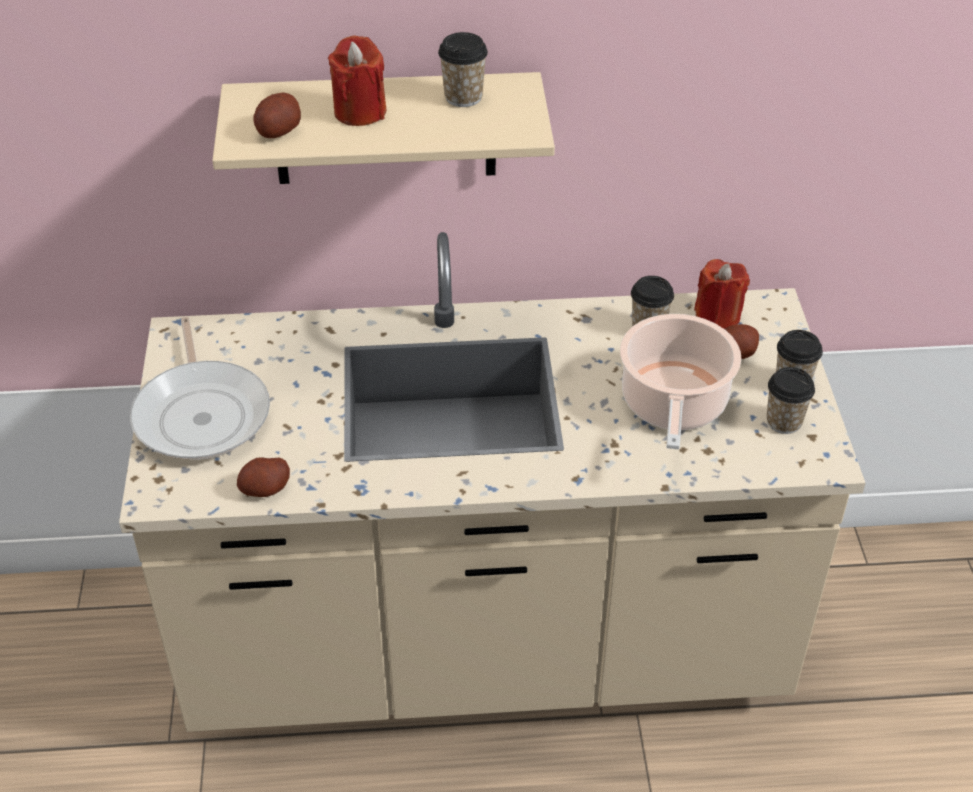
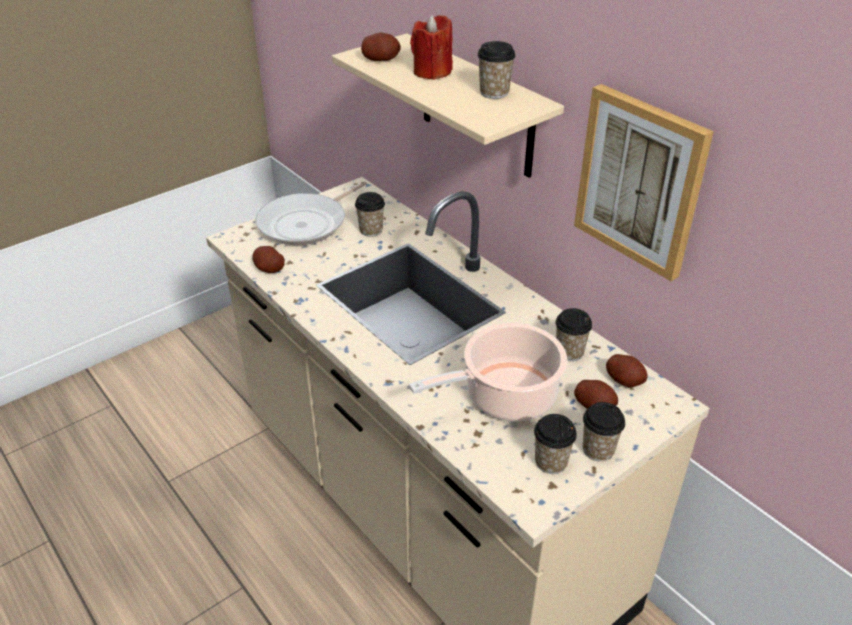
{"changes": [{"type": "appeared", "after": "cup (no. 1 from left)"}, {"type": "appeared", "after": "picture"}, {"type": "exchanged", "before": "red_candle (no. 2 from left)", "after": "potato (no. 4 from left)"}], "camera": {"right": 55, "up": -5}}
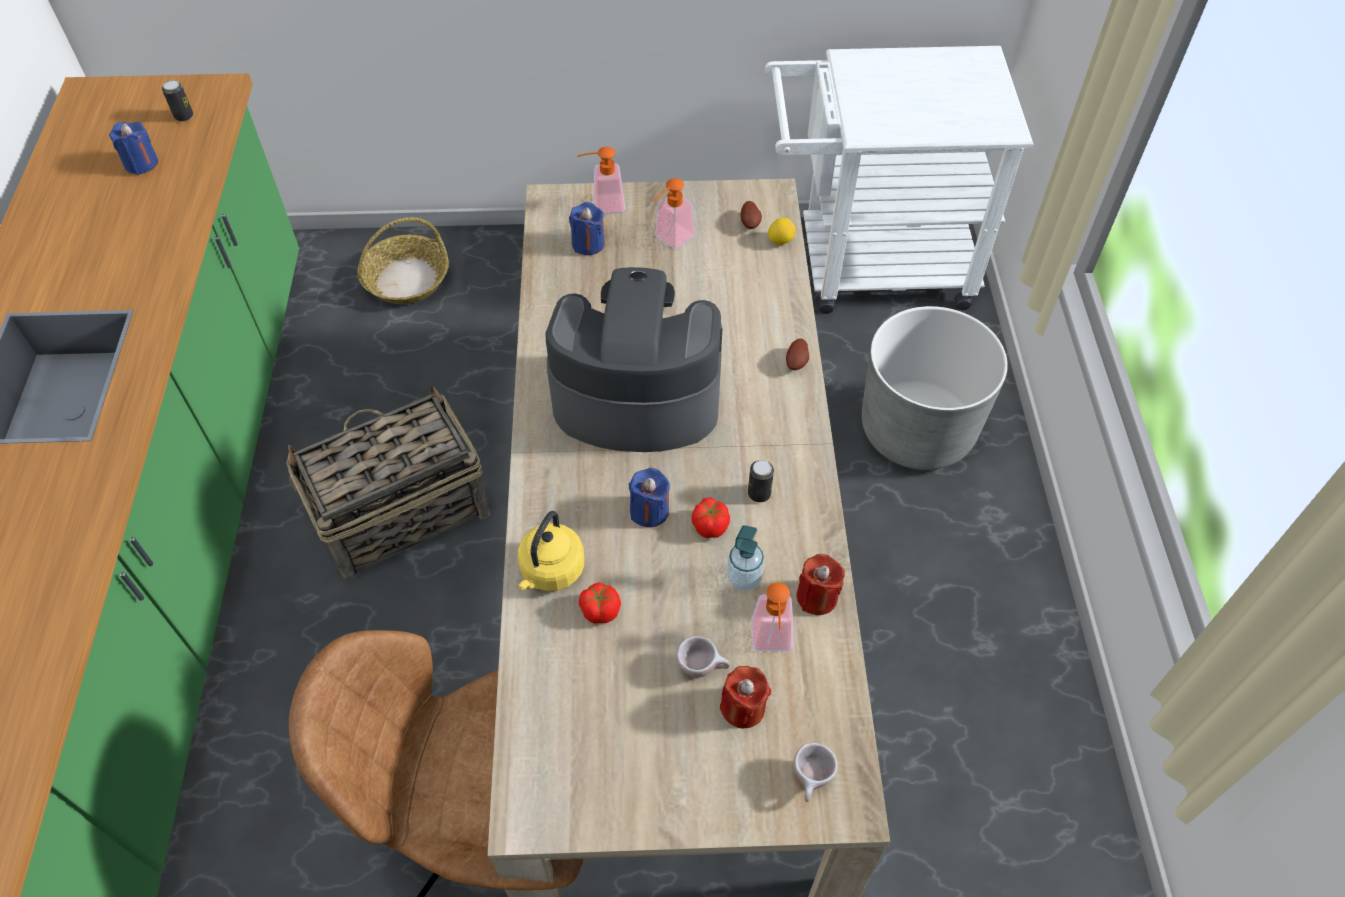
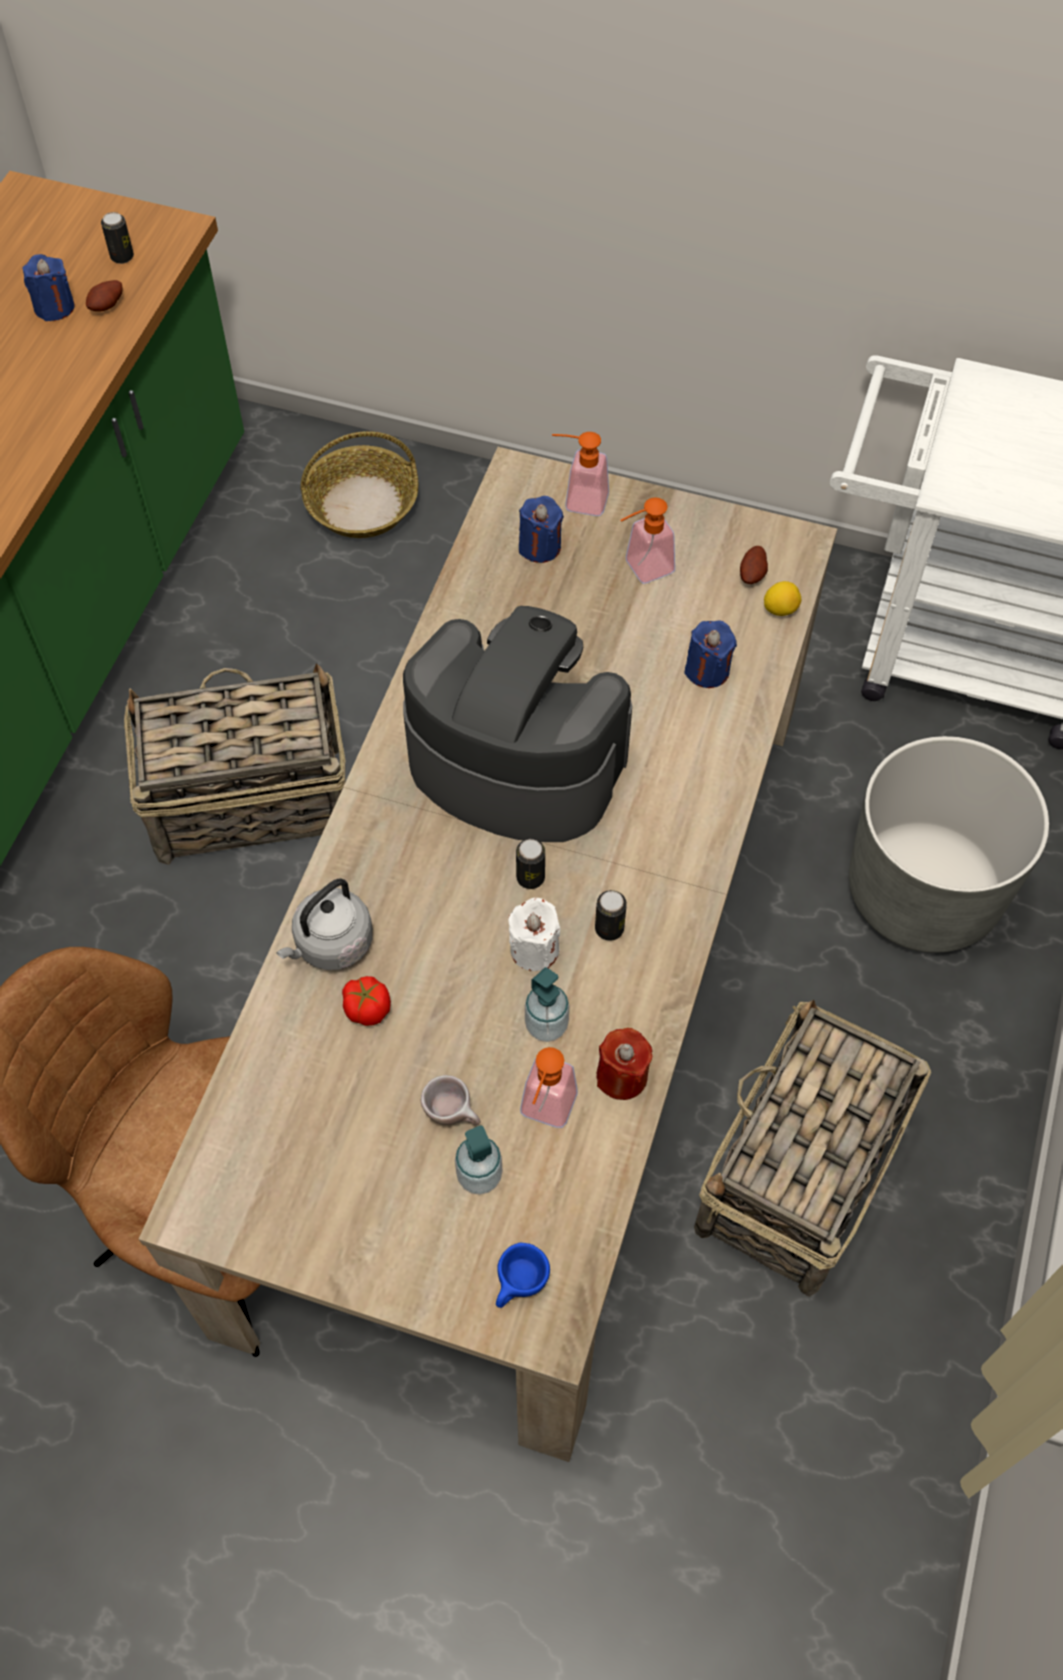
{"changes": [{"type": "appeared", "after": "can (no. 2 from left)"}, {"type": "appeared", "after": "basket (no. 3 from left)"}, {"type": "relocated", "before": "blue_candle (no. 3 from left)"}, {"type": "relocated", "before": "potato (no. 2 from left in the first image)", "after": "potato (no. 1 from left)"}, {"type": "exchanged", "before": "tomato (no. 2 from left)", "after": "white_candle"}, {"type": "exchanged", "before": "red_candle (no. 1 from left)", "after": "soap_dispenser (no. 1 from left)"}, {"type": "colour", "before": "yellow_kettle", "after": "grey_kettle"}, {"type": "colour", "before": "beige_cup (no. 2 from left)", "after": "blue_cup"}], "camera": {"right": 20, "up": 5}}
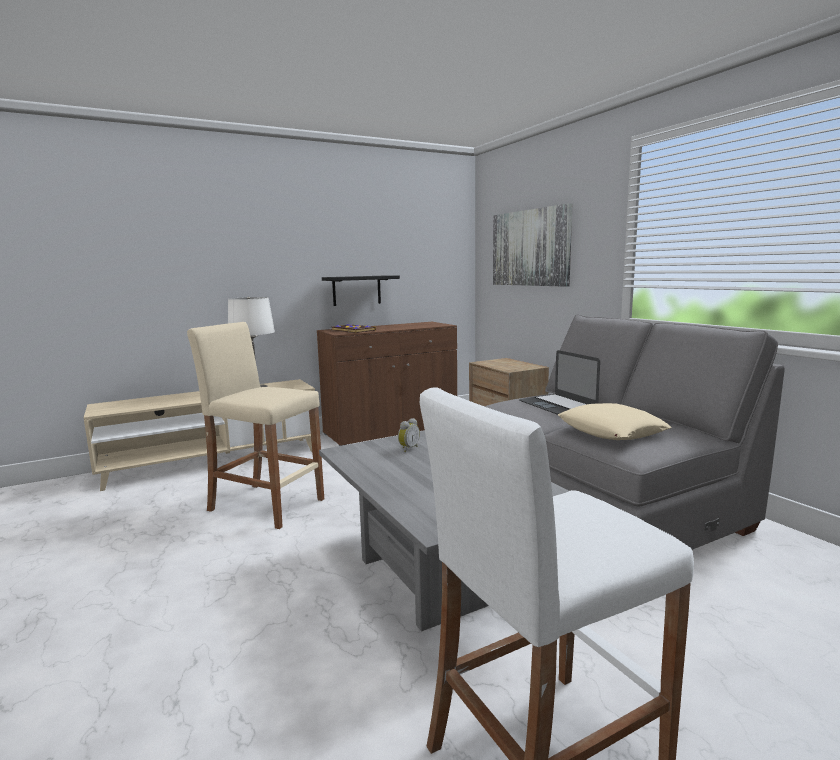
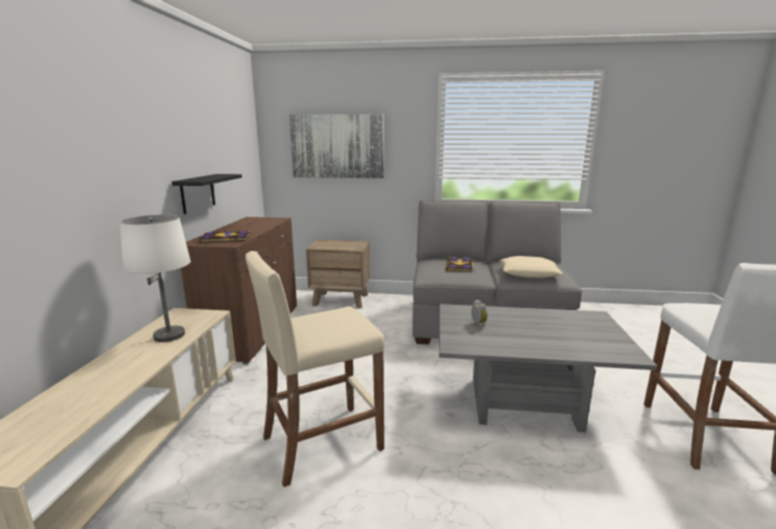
{"changes": [{"type": "exchanged", "before": "laptop", "after": "book (no. 2 from left)"}], "camera": {"right": -55, "up": 5}}
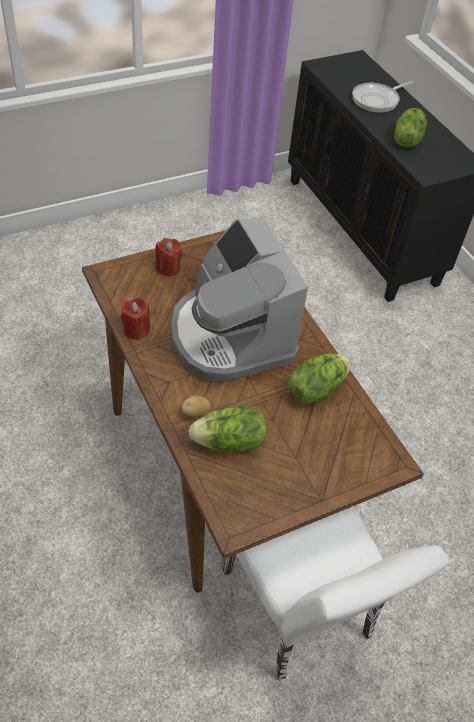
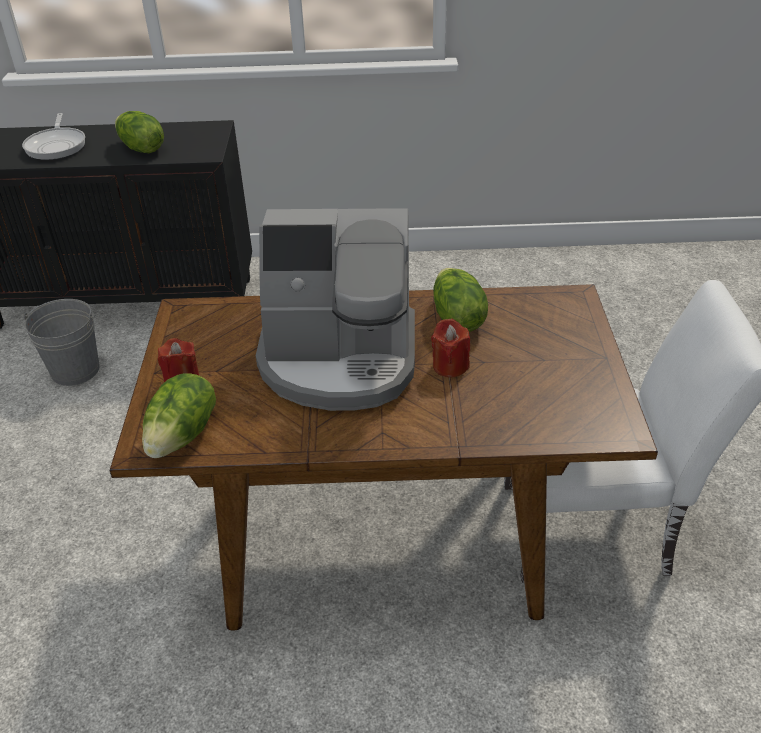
{"changes": [{"type": "missing", "before": "potato"}, {"type": "appeared", "after": "grey_bucket"}, {"type": "relocated", "before": "red_candle (no. 1 from left in the first image)", "after": "red_candle (no. 2 from left)"}, {"type": "relocated", "before": "lettuce (no. 1 from left in the first image)", "after": "lettuce (no. 2 from left)"}], "camera": {"right": -60, "up": -10}}
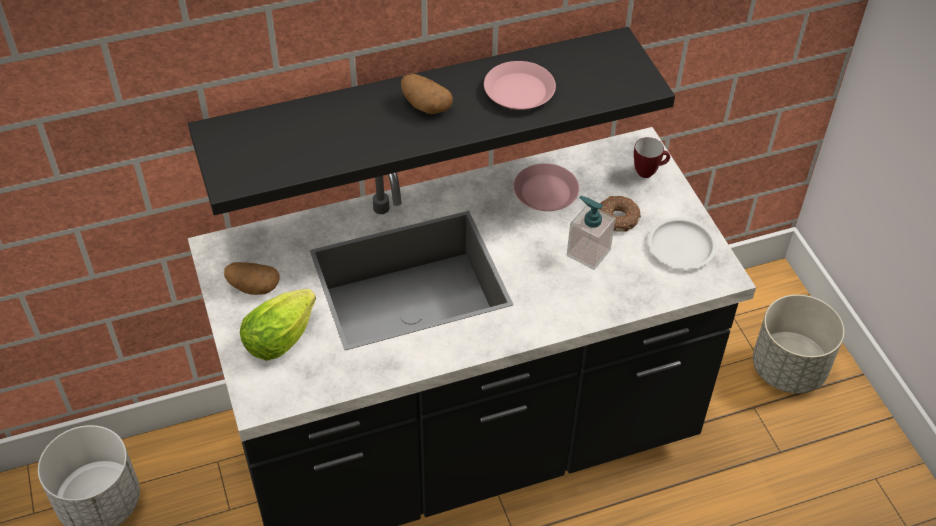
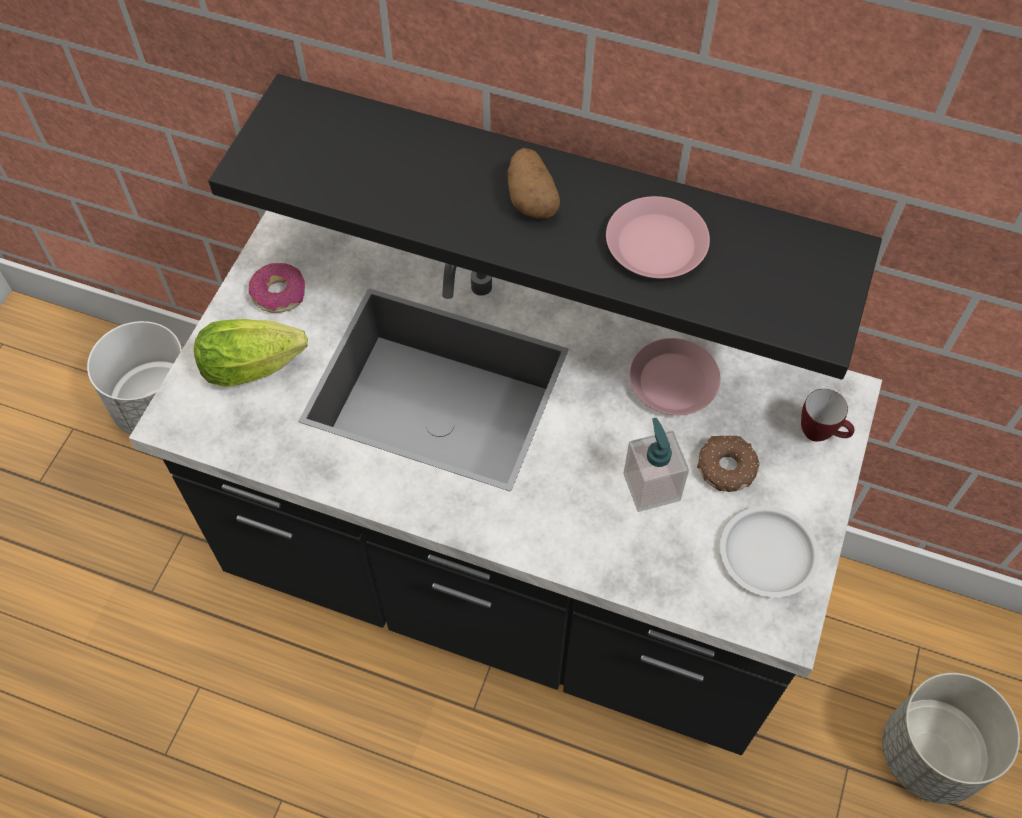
{"changes": [{"type": "exchanged", "before": "potato (no. 1 from left)", "after": "donut (no. 1 from left)"}], "camera": {"right": 40, "up": 10}}
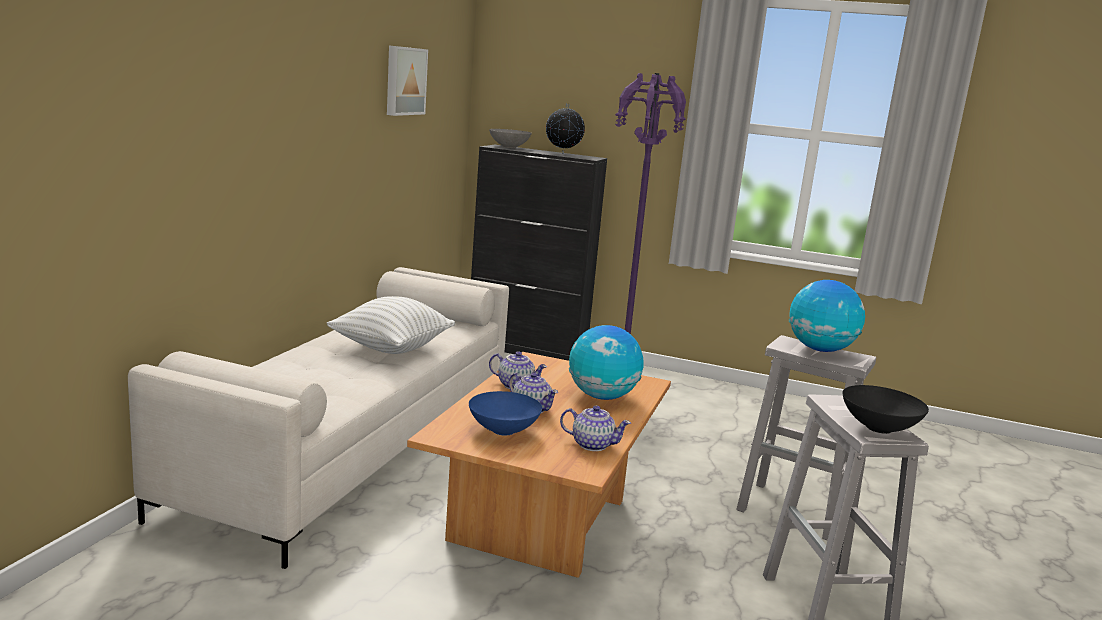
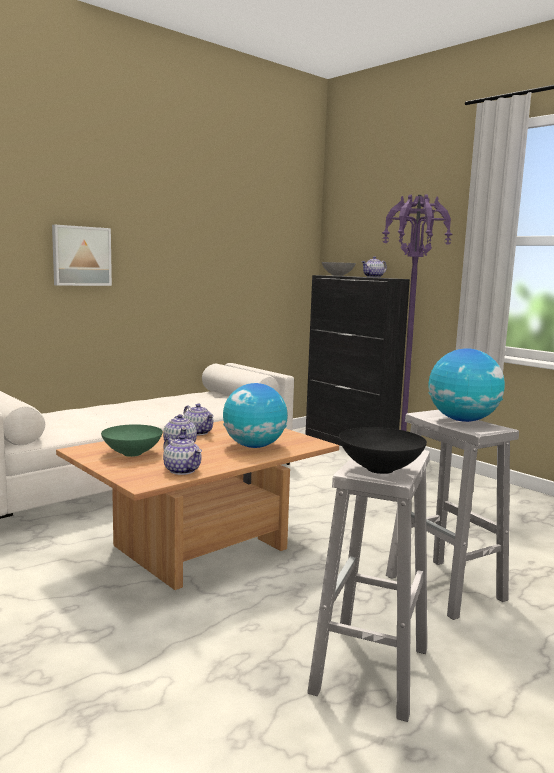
{"changes": [{"type": "missing", "before": "white_pillow"}, {"type": "relocated", "before": "picture"}, {"type": "exchanged", "before": "globe (no. 1 from left)", "after": "teapot (no. 4 from left)"}, {"type": "colour", "before": "blue_bowl", "after": "green_bowl"}], "camera": {"right": 30, "up": -5}}
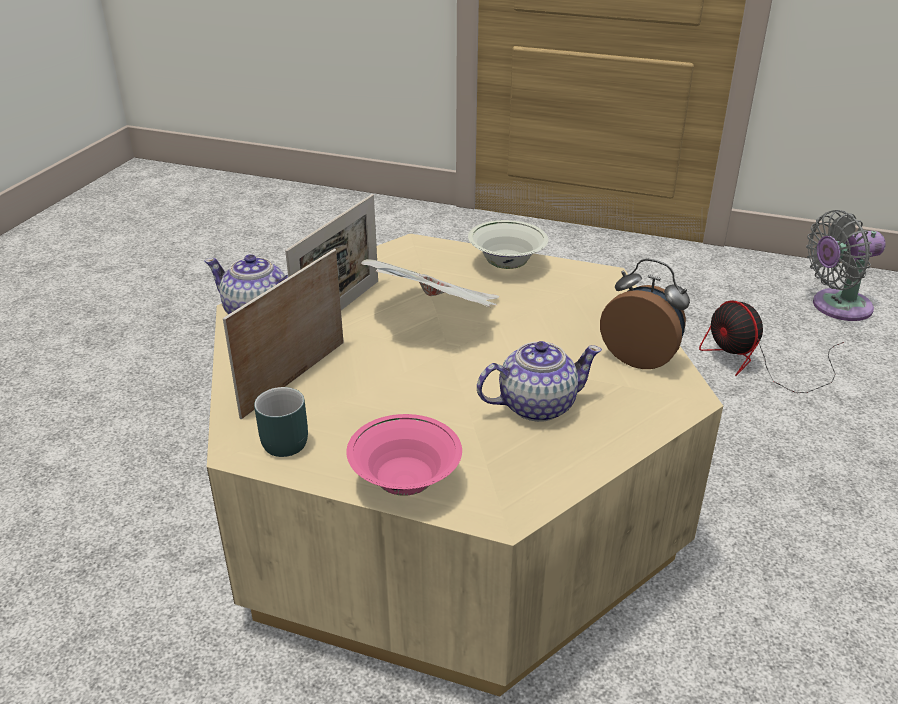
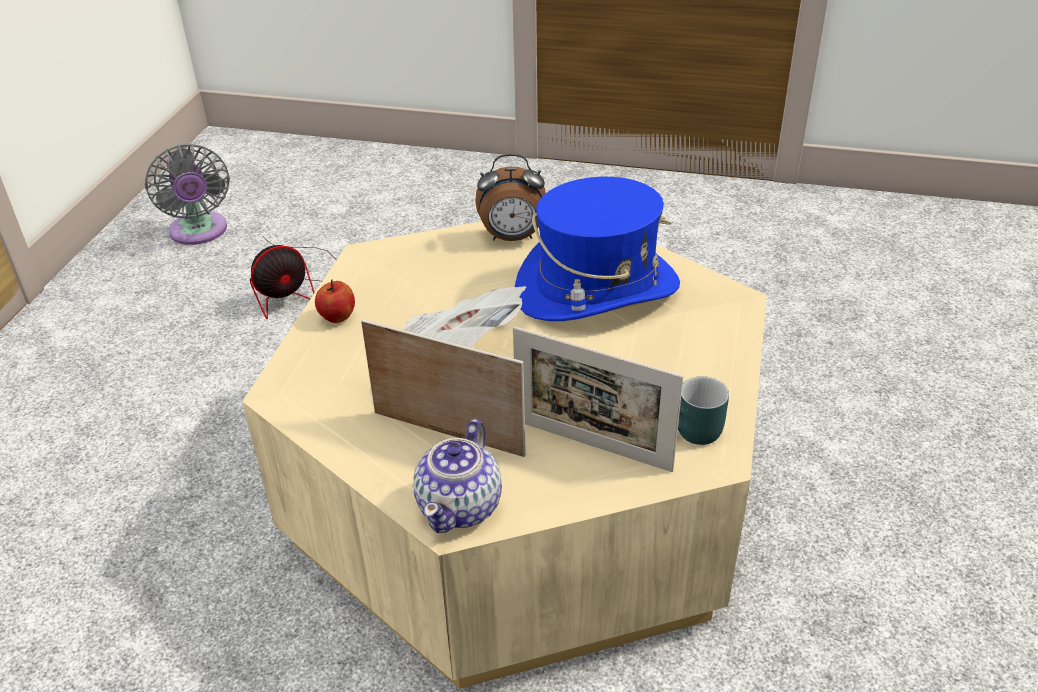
{"changes": [{"type": "missing", "before": "pink_bowl"}, {"type": "exchanged", "before": "white_bowl", "after": "apple"}, {"type": "exchanged", "before": "teapot (no. 2 from left)", "after": "blue_hat"}, {"type": "spun", "before": "alarm_clock", "turn": -120}], "camera": {"right": -95, "up": 5}}
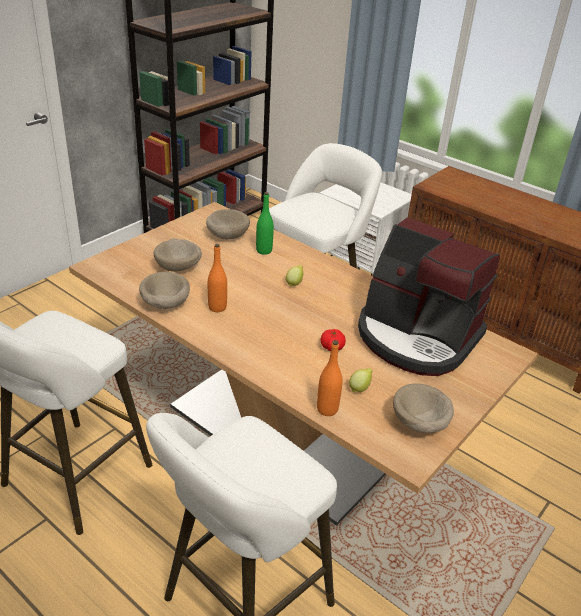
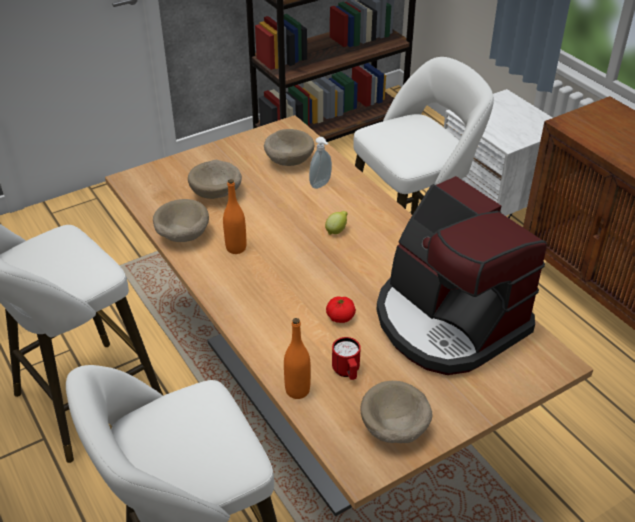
{"changes": [{"type": "exchanged", "before": "green_bottle", "after": "soap_dispenser"}, {"type": "exchanged", "before": "lemon (no. 2 from left)", "after": "red_mug"}], "camera": {"right": 20, "up": 5}}
